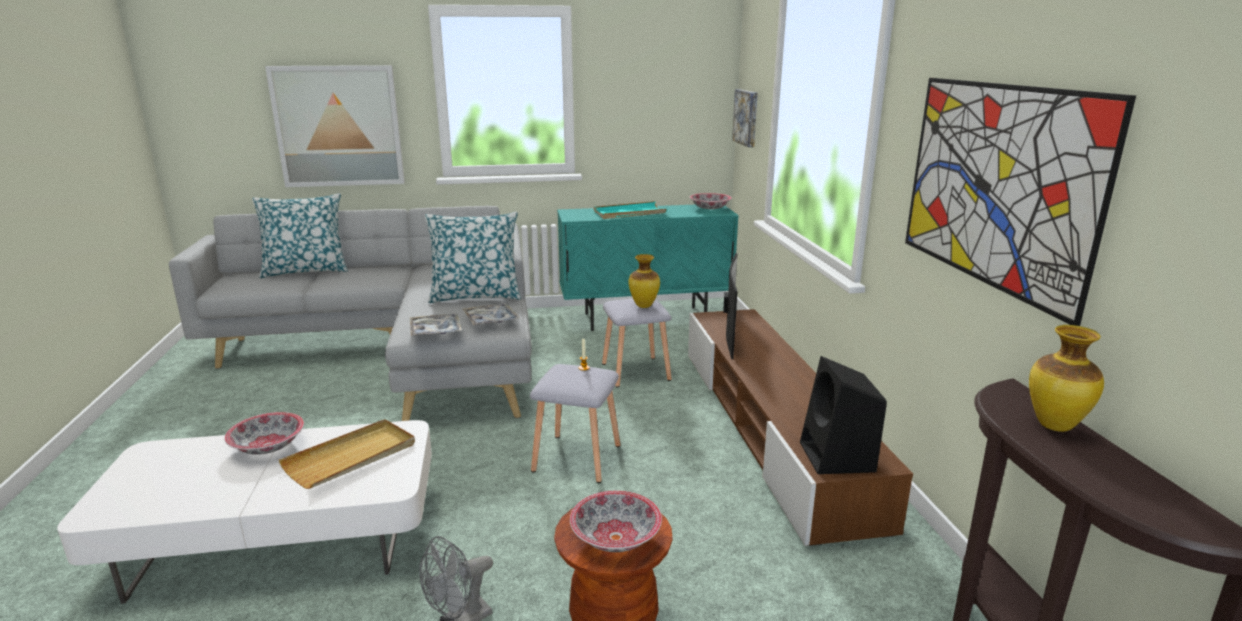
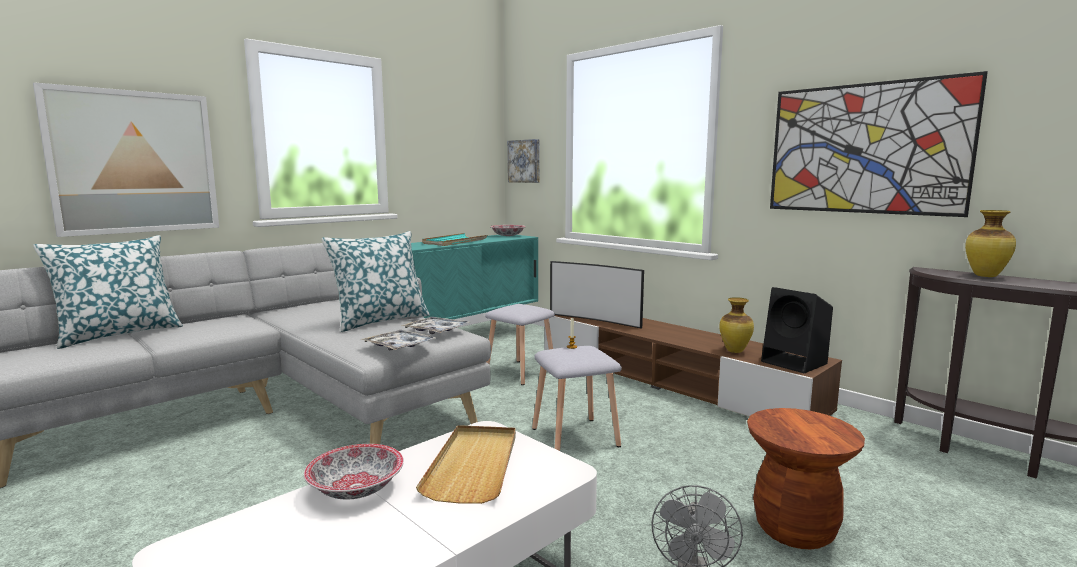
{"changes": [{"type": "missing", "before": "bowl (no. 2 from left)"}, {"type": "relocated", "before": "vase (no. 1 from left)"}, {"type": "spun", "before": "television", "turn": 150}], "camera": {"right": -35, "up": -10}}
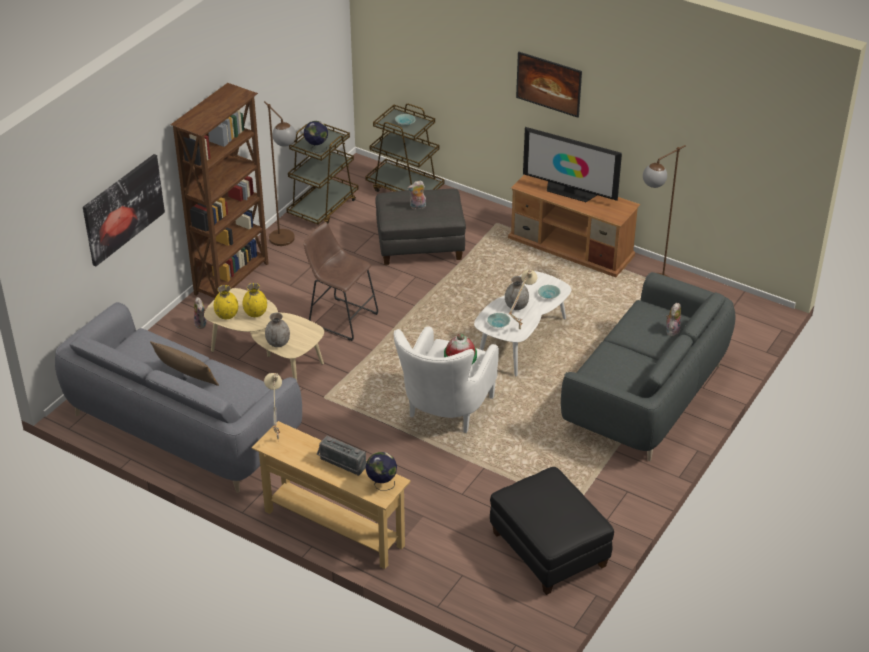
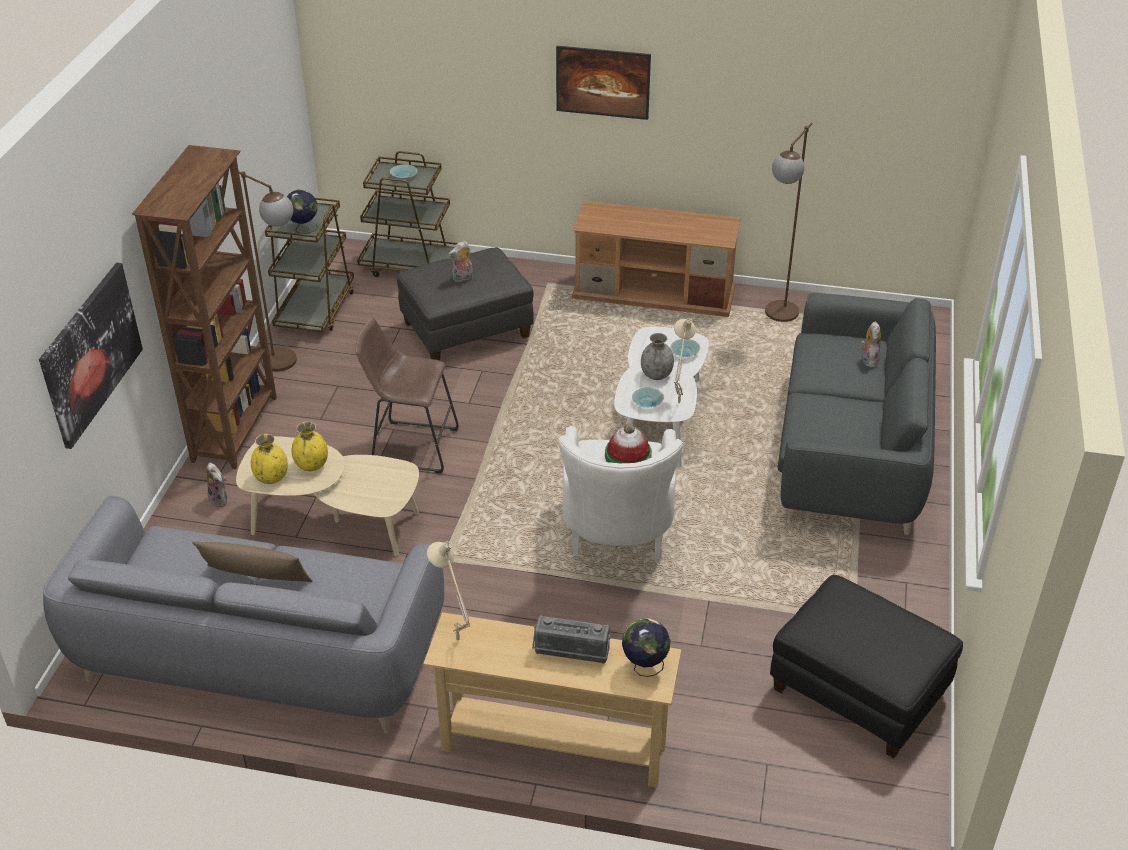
{"changes": [{"type": "missing", "before": "grey_vase (no. 1 from left)"}, {"type": "missing", "before": "television"}], "camera": {"right": -20, "up": 0}}
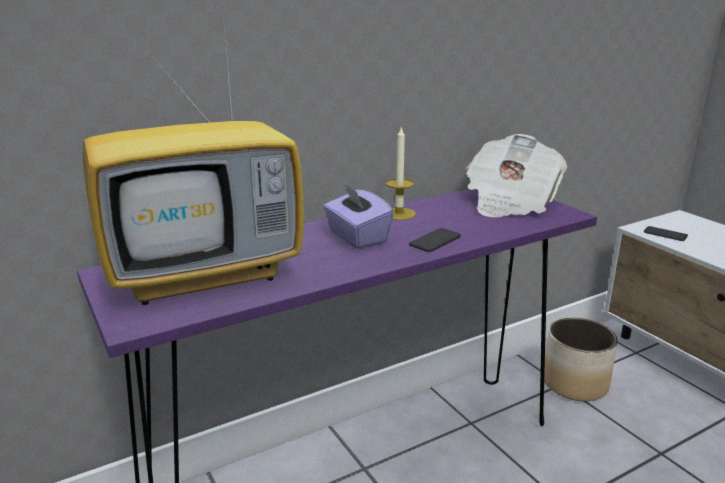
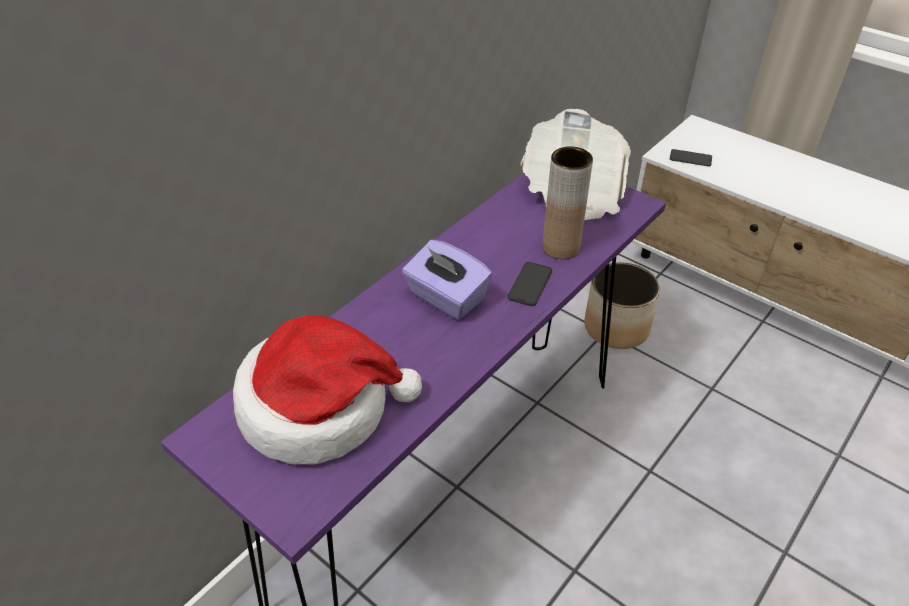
{"changes": [{"type": "missing", "before": "candle"}, {"type": "appeared", "after": "brown_vase"}, {"type": "exchanged", "before": "television", "after": "hat"}], "camera": {"right": -20, "up": 20}}
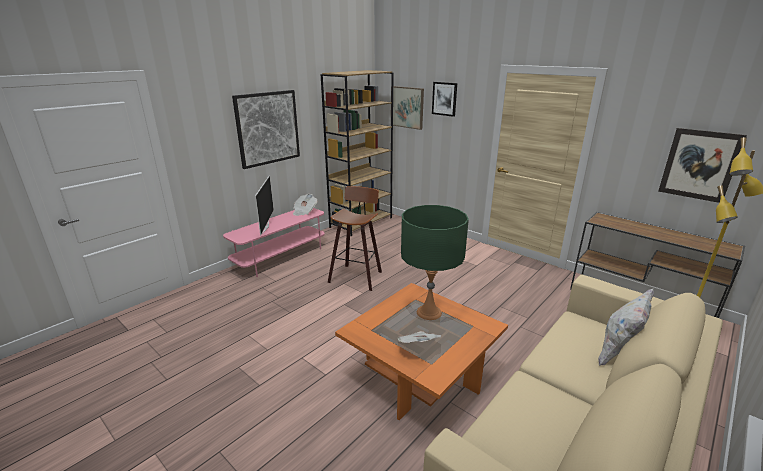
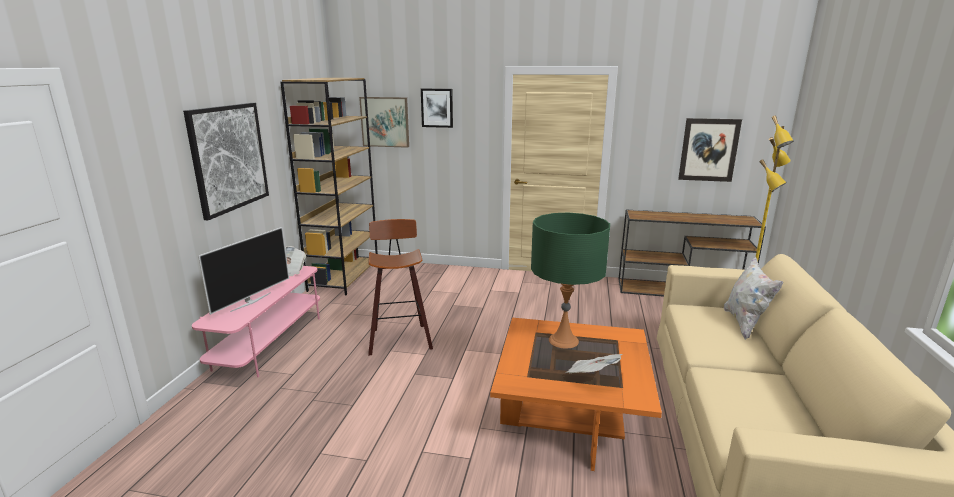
{"changes": [{"type": "spun", "before": "television", "turn": 60}], "camera": {"right": -30, "up": -5}}
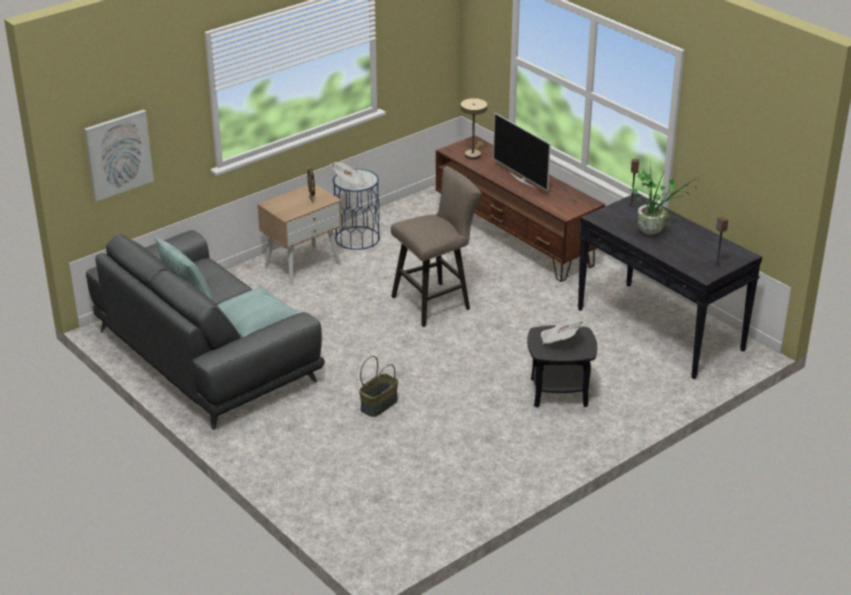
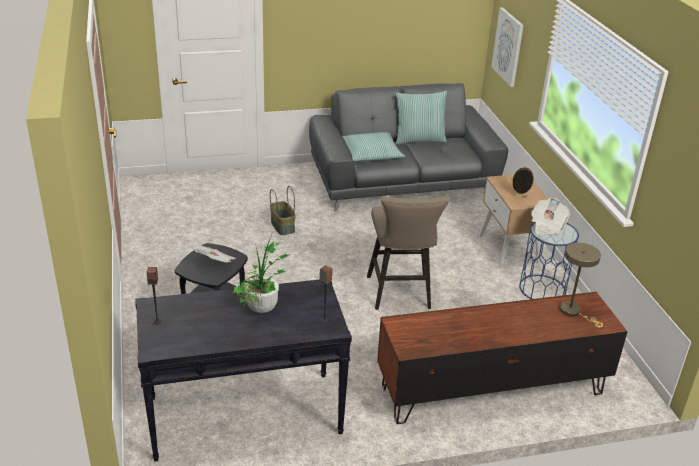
{"changes": [{"type": "missing", "before": "television"}], "camera": {"right": 115, "up": 0}}
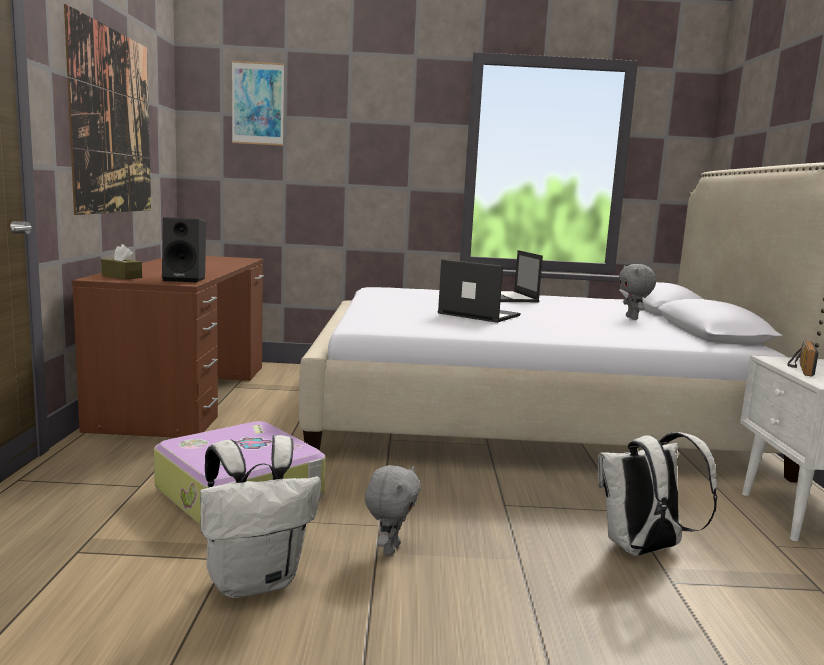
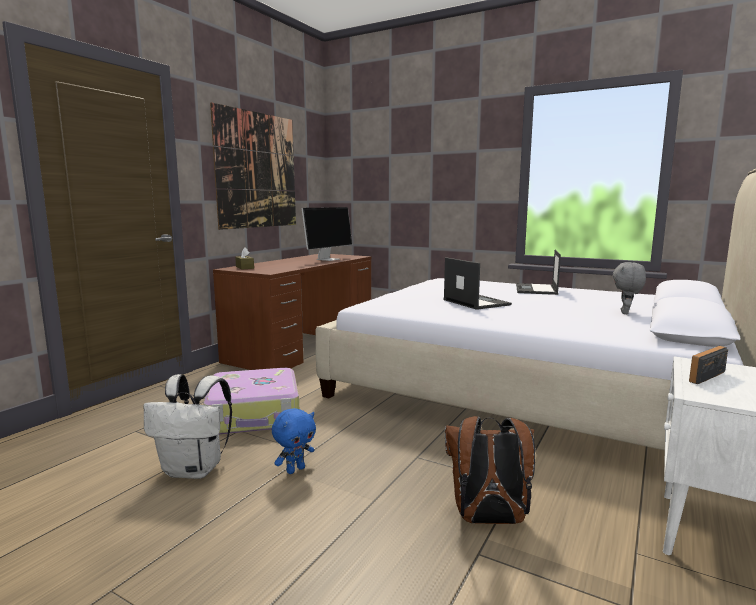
{"changes": [{"type": "missing", "before": "black_speaker"}, {"type": "missing", "before": "picture (no. 2 from left)"}, {"type": "appeared", "after": "monitor"}, {"type": "colour", "before": "grey_plush_toy (no. 1 from left)", "after": "blue_plush_toy"}, {"type": "colour", "before": "white_backpack (no. 2 from left)", "after": "brown_backpack"}], "camera": {"right": 30, "up": 0}}
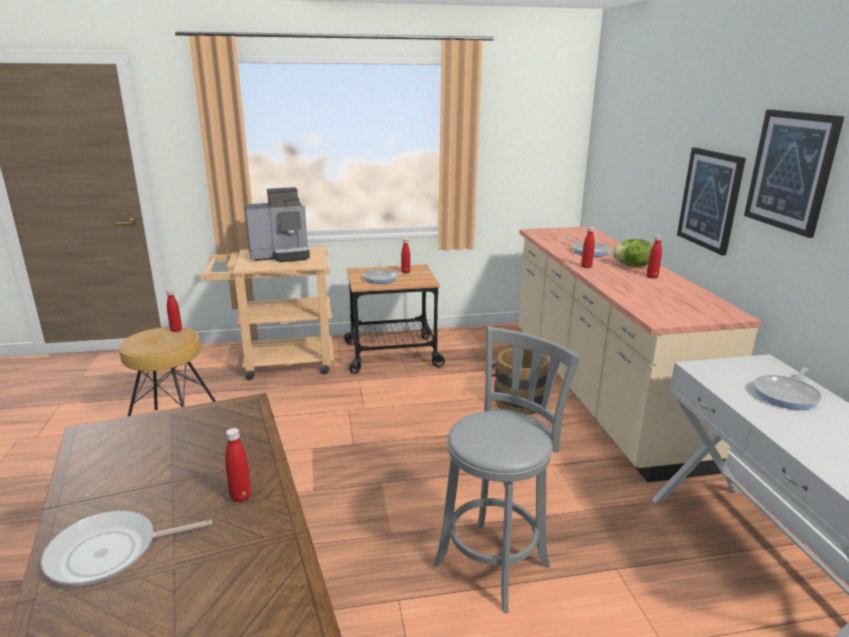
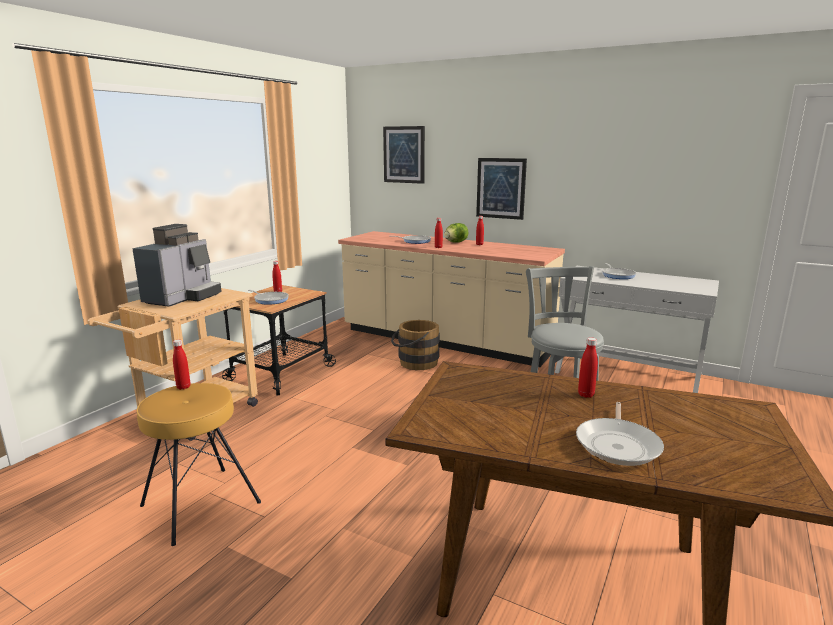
{"changes": [{"type": "relocated", "before": "picture (no. 2 from left in the first image)", "after": "picture (no. 1 from left)"}], "camera": {"right": -50, "up": -5}}
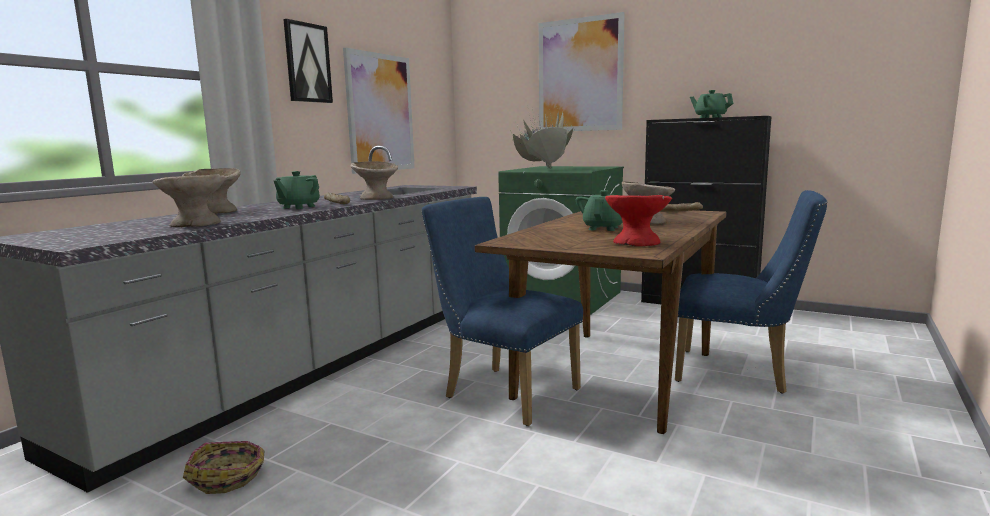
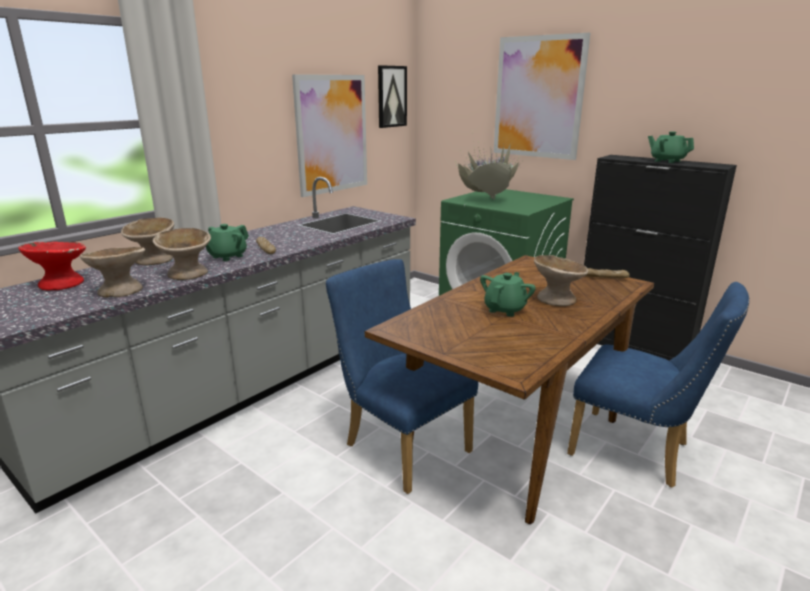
{"changes": [{"type": "missing", "before": "basket"}, {"type": "relocated", "before": "picture (no. 1 from left in the first image)", "after": "picture (no. 2 from left)"}, {"type": "relocated", "before": "beige_bowl (no. 3 from left)"}, {"type": "relocated", "before": "red_bowl"}], "camera": {"right": 10, "up": 10}}
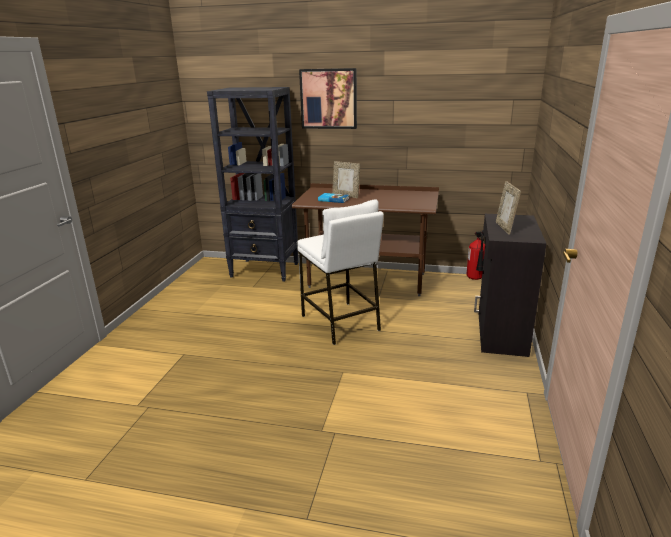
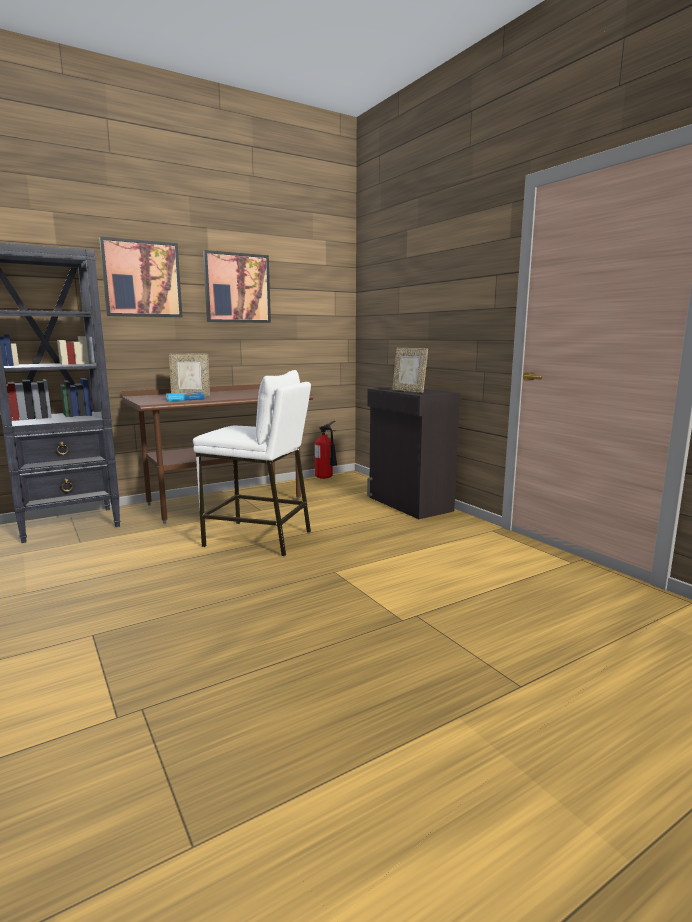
{"changes": [{"type": "appeared", "after": "picture (no. 2 from left)"}], "camera": {"right": -45, "up": -10}}
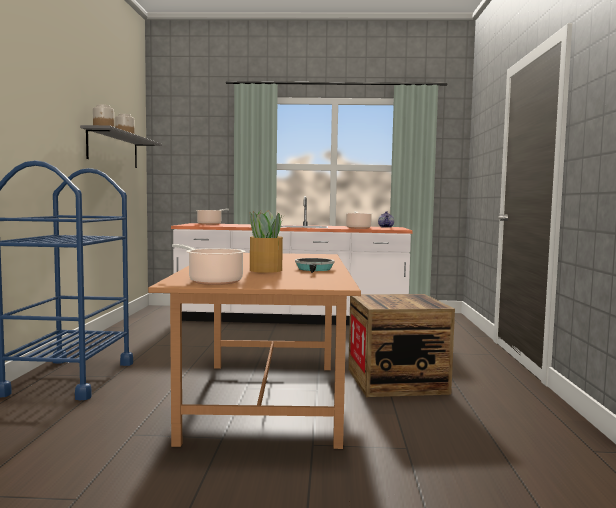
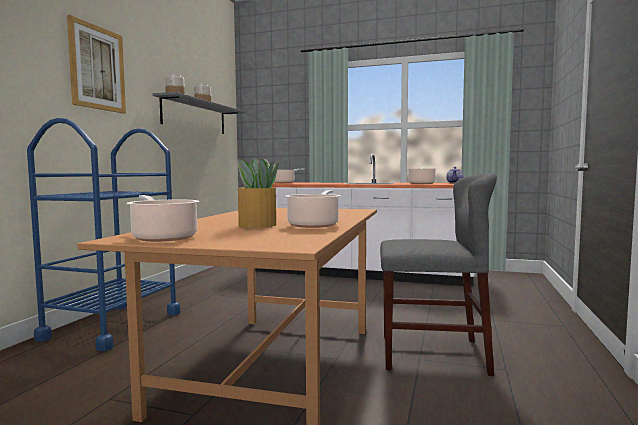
{"changes": [{"type": "appeared", "after": "picture"}, {"type": "exchanged", "before": "frying_pan", "after": "cooking_pot (no. 3 from left)"}, {"type": "exchanged", "before": "crate", "after": "grey_chair"}], "camera": {"right": 15, "up": 0}}
